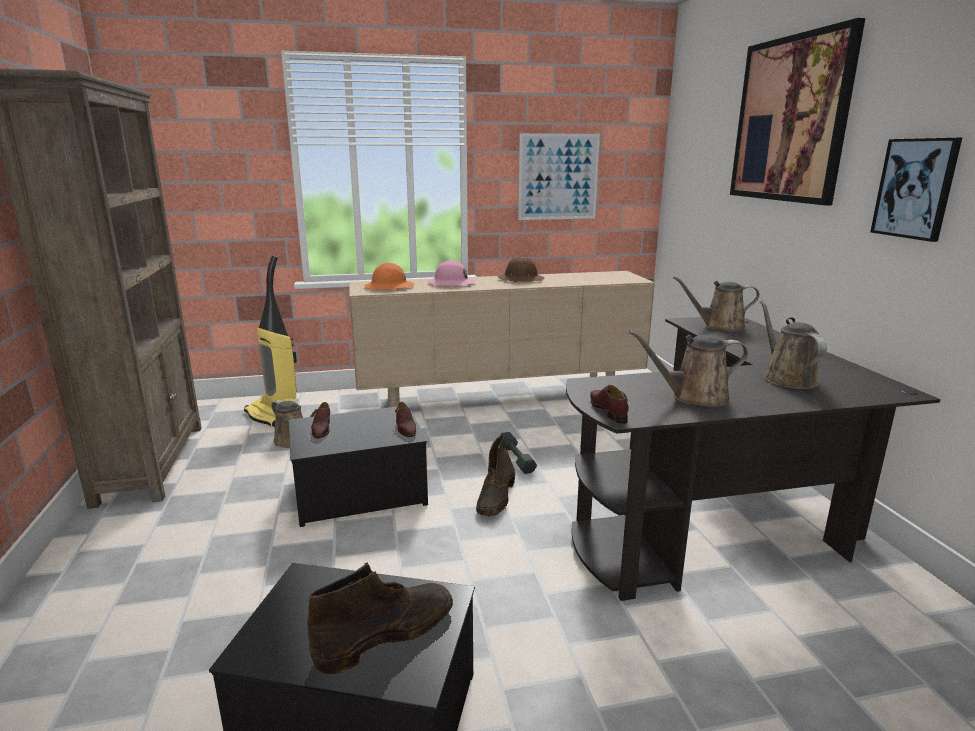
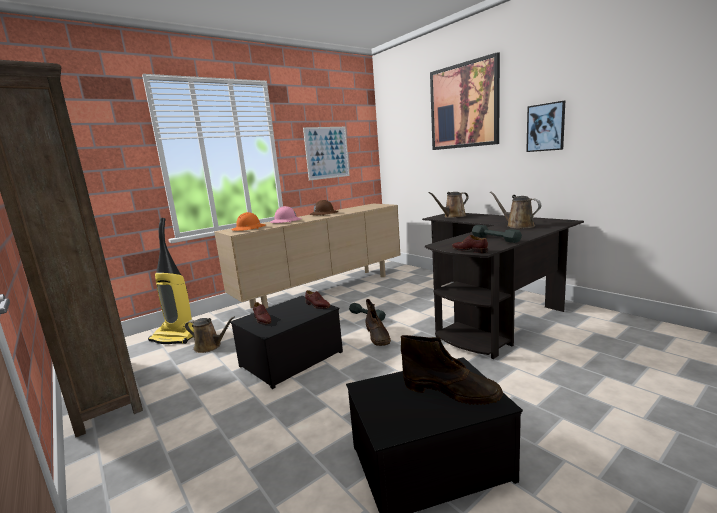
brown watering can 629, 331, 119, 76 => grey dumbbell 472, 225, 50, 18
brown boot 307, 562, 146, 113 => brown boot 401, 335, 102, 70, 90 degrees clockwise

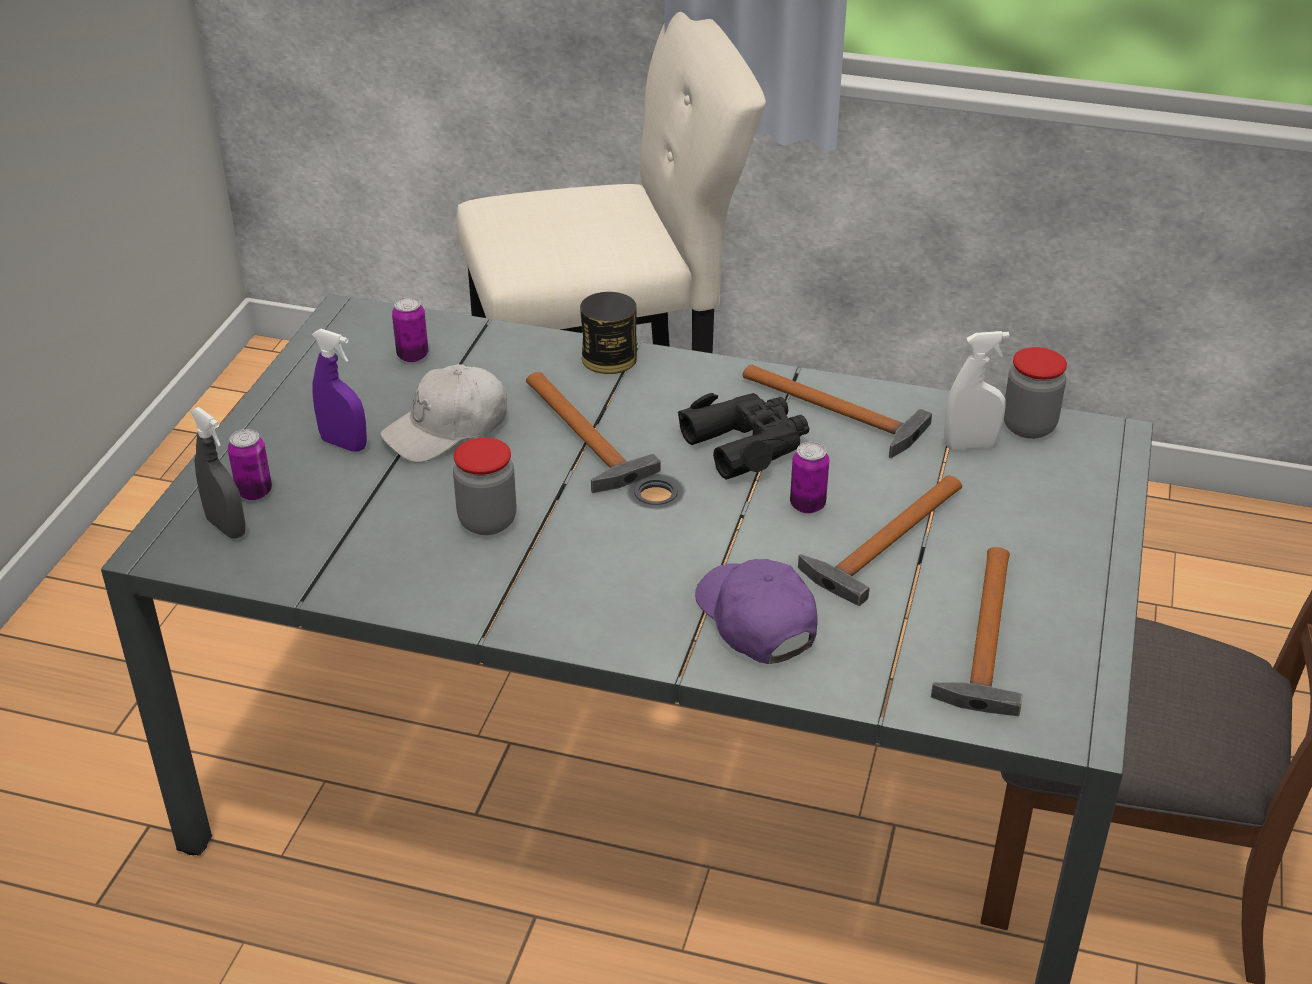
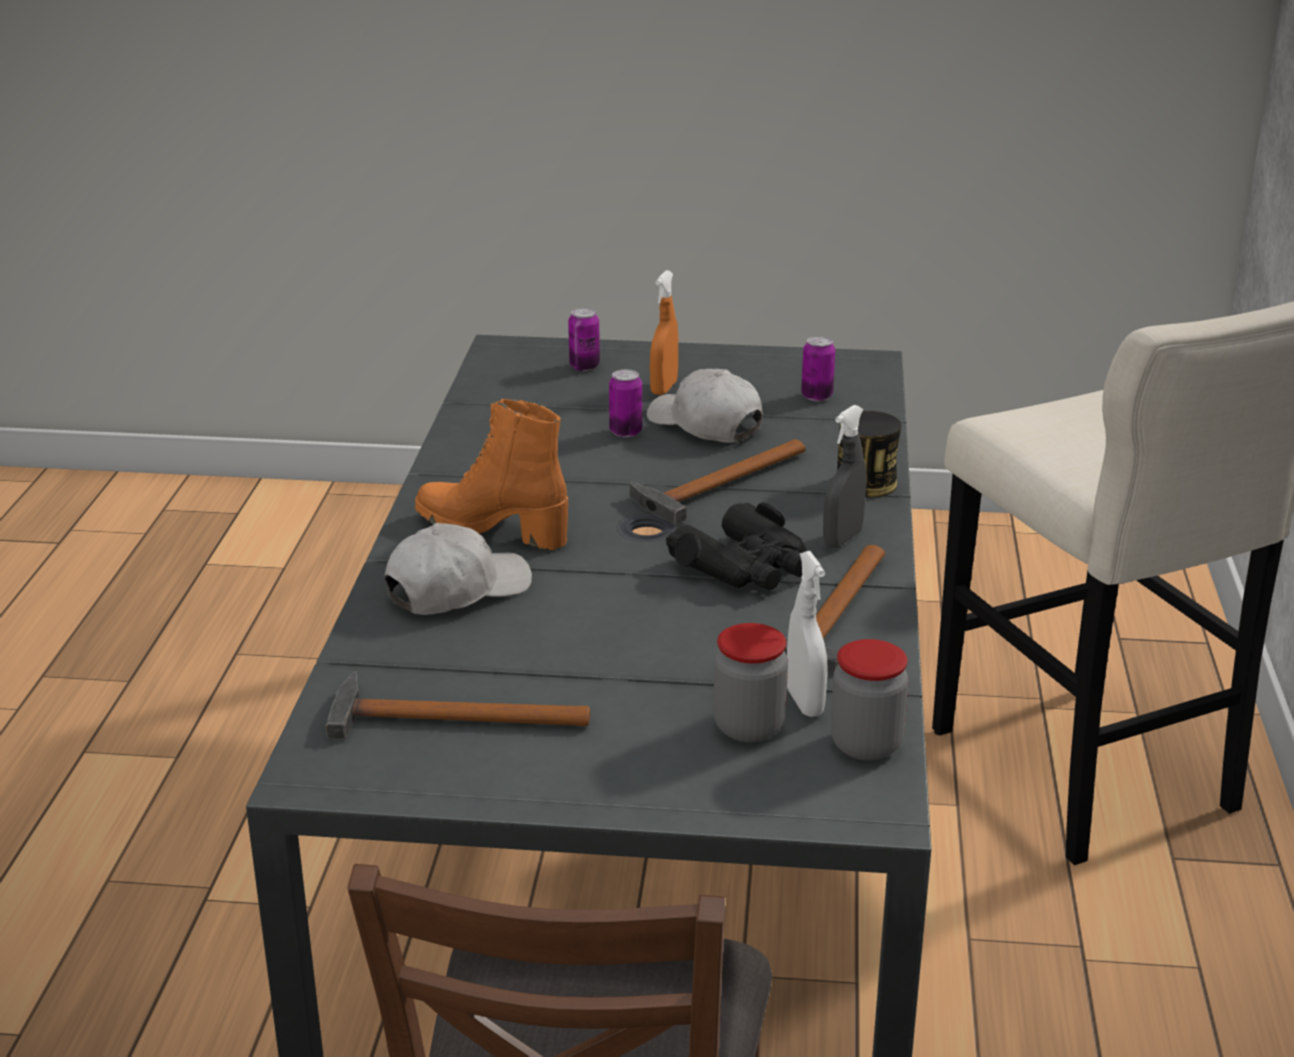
purple spray bottle 312, 329, 55, 123 => orange spray bottle 650, 270, 28, 125
grey spray bottle 190, 407, 55, 132 => grey spray bottle 823, 405, 43, 143, moved
jar 453, 438, 63, 97 => jar 713, 623, 75, 120, moved
can 790, 442, 39, 72 => can 609, 369, 33, 68, moved
hammer 798, 476, 164, 130 => nothing
purple cap 695, 559, 123, 105 => white cap 384, 523, 148, 92
nothing => orange boot 415, 399, 153, 151

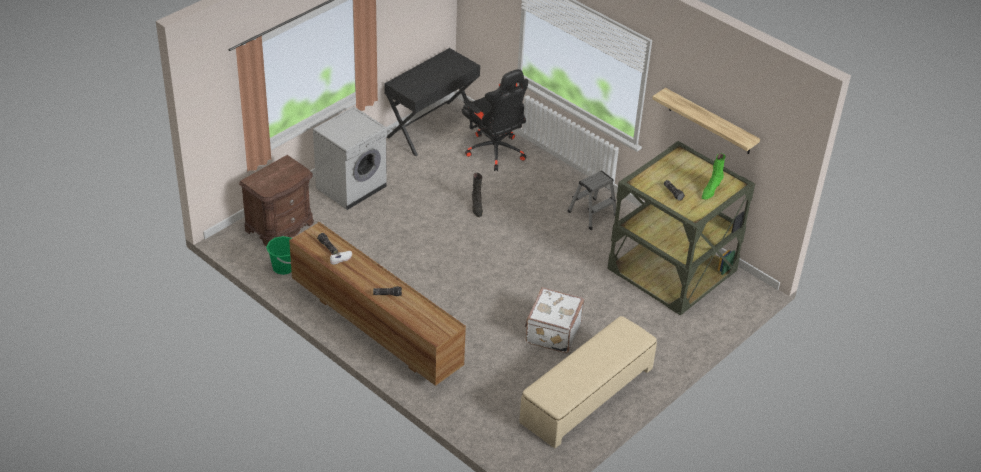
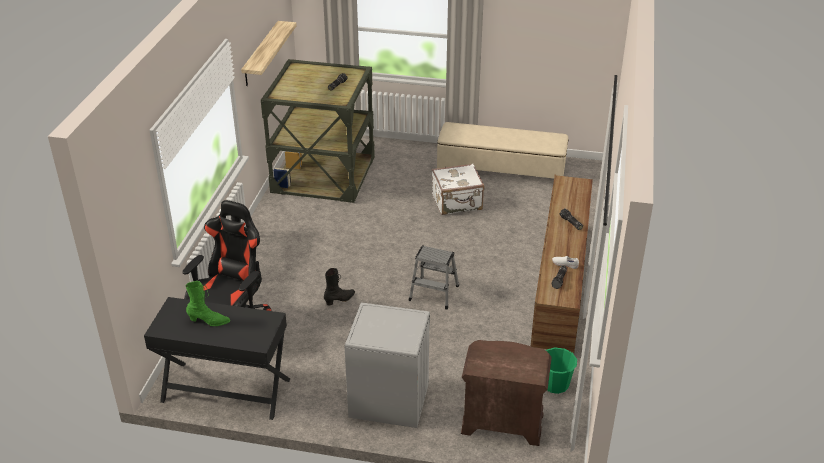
green boot 702, 153, 24, 46 => green boot 186, 281, 44, 45, moved
grey step ladder 568, 170, 49, 60 => grey step ladder 409, 245, 50, 65, moved

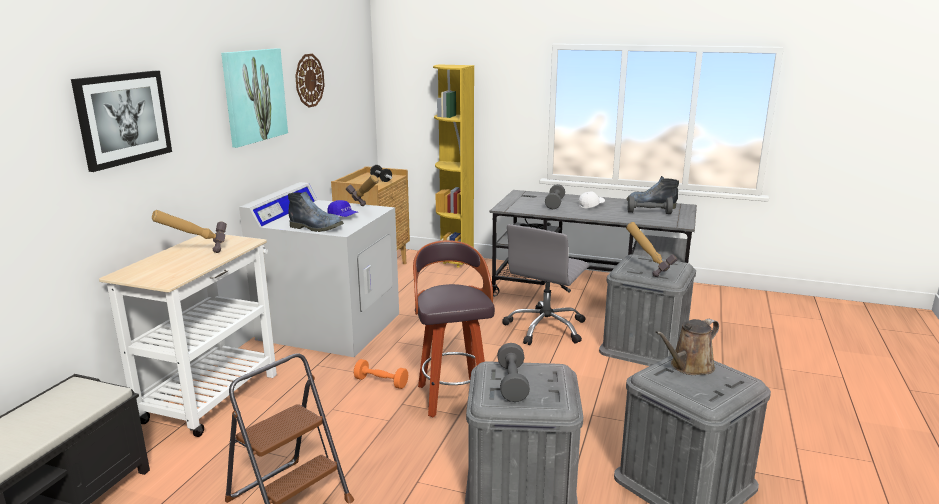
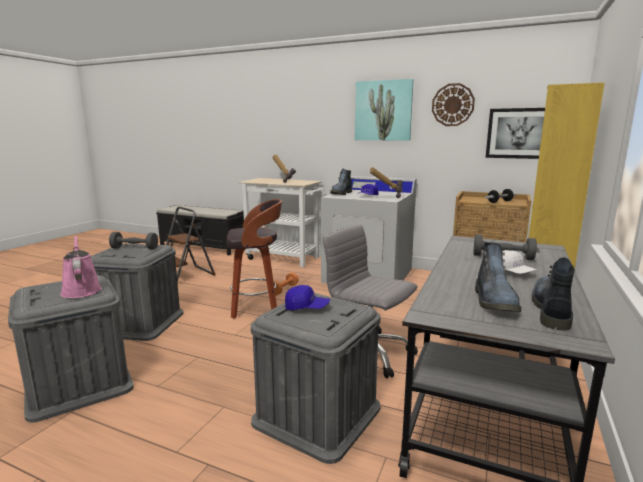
picture 71, 71, 101, 101 => picture 486, 108, 59, 51, moved
grey dumbbell 628, 196, 45, 18 => boot 475, 242, 46, 70
hammer 626, 222, 52, 55 => blue cap 285, 285, 45, 25
brown watering can 655, 319, 64, 56 => pink watering can 60, 236, 42, 62

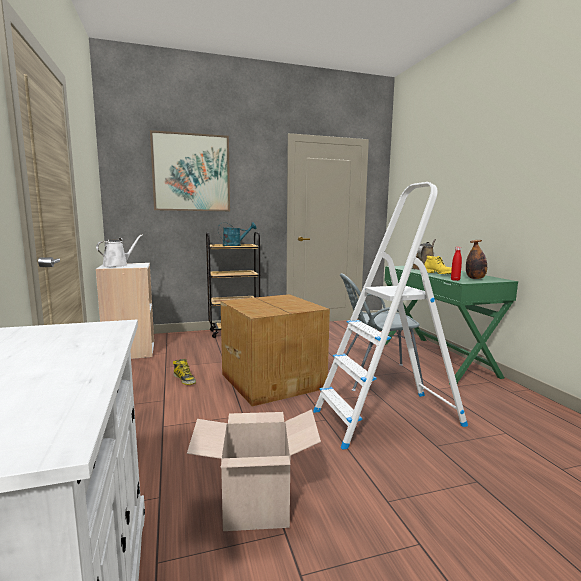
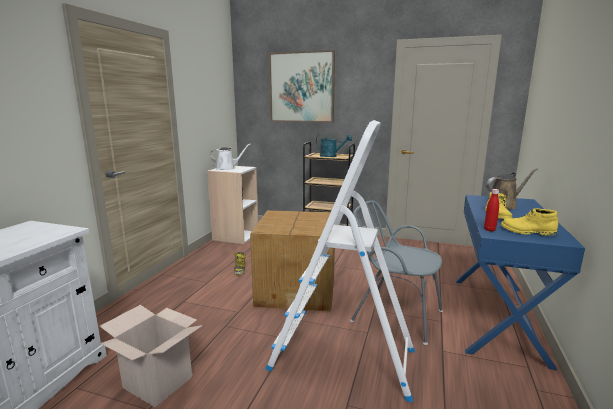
bottle 466, 240, 21, 39 => yellow boot 501, 208, 57, 28
green desk 384, 266, 134, 119 => blue desk 456, 195, 129, 176

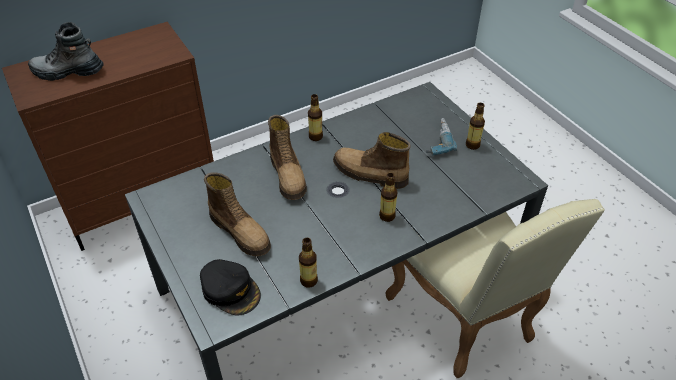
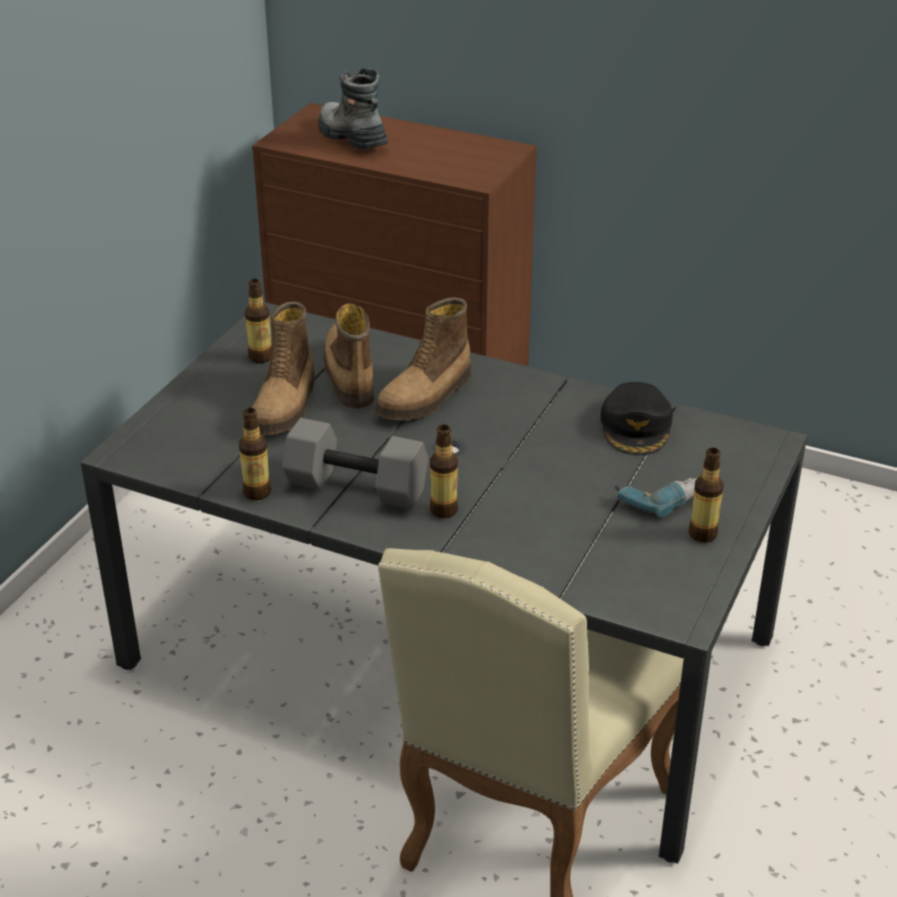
bottle 308, 94, 15, 47 => bottle 245, 279, 27, 84, moved
boot 333, 132, 78, 57 => boot 324, 303, 50, 106, moved
black cap 200, 259, 61, 56 => black cap 600, 382, 73, 73, moved
nothing => grey dumbbell 282, 418, 146, 91

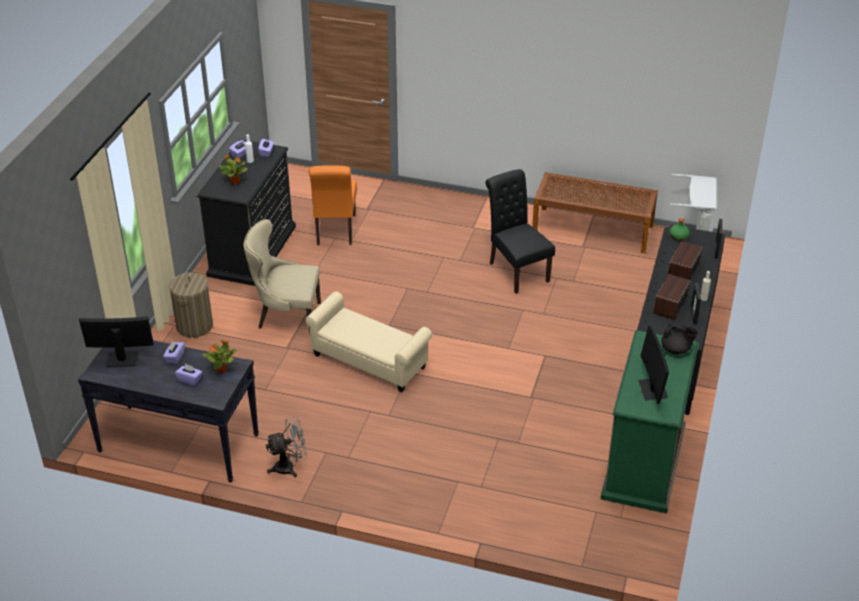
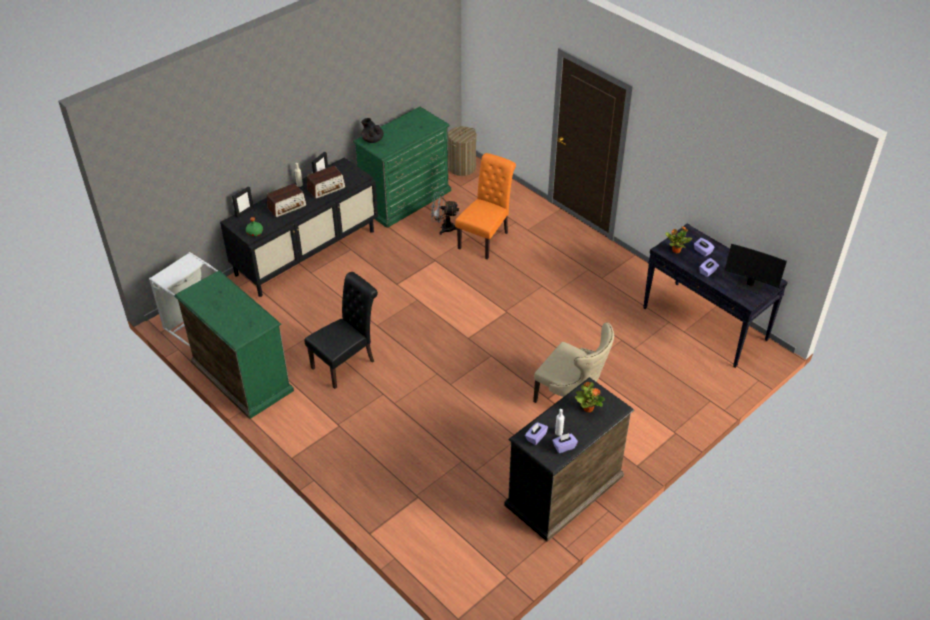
orange chair 309, 165, 48, 80 => orange chair 455, 153, 61, 107, moved
black chair 485, 169, 70, 125 => black chair 304, 272, 74, 117, 135 degrees counterclockwise
brown bench 532, 172, 126, 81 => green dresser 174, 271, 120, 148
laundry basket 169, 271, 44, 67 => laundry basket 448, 126, 28, 50, moved
beige ottoman 305, 291, 127, 102 => nothing
monitor 638, 325, 31, 79 => nothing
grey fan 266, 417, 41, 60 => grey fan 430, 192, 29, 43, moved

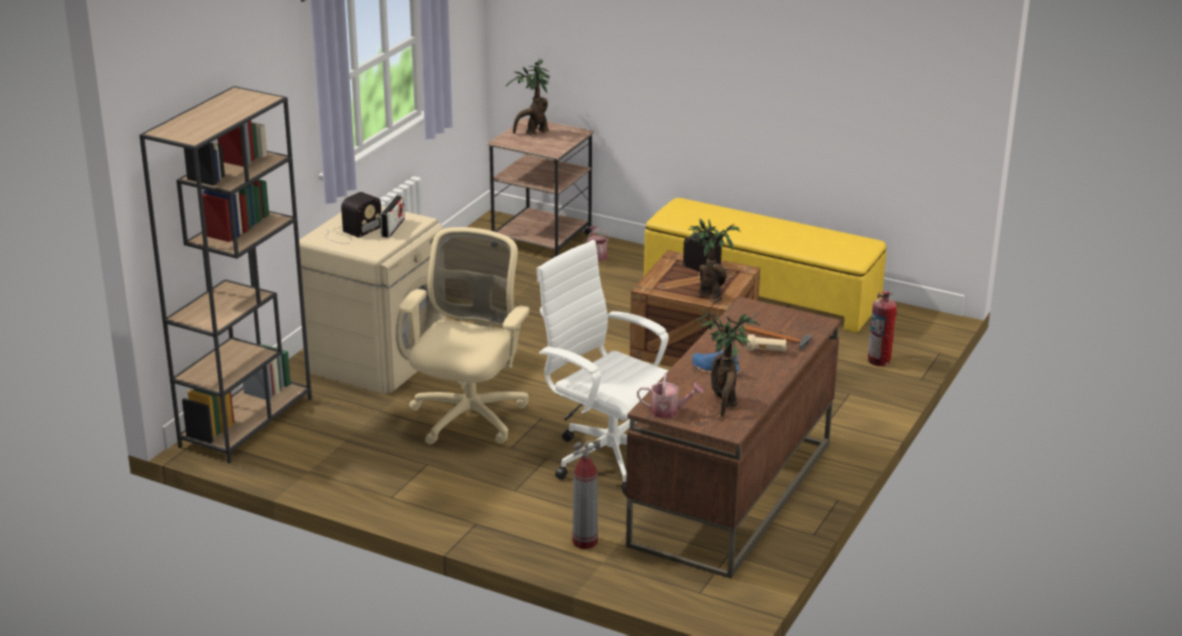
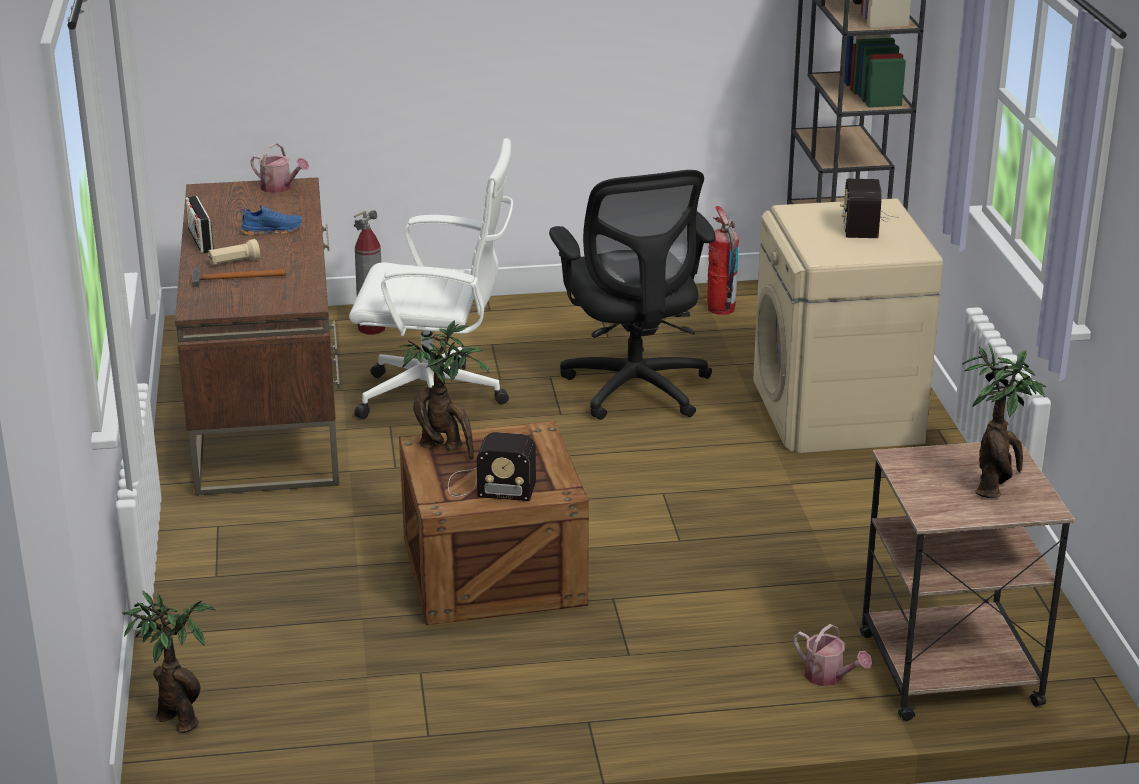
radio 380, 195, 25, 43 => radio 185, 196, 29, 57, moved
yellow bench 644, 198, 242, 135 => nothing
beige office chair 398, 227, 132, 218 => black office chair 549, 170, 167, 250
fire extinguisher 867, 290, 30, 76 => fire extinguisher 707, 206, 32, 109, moved
potted plant 695, 310, 65, 107 => potted plant 122, 591, 94, 142, moved
watering can 637, 373, 66, 46 => watering can 250, 143, 59, 50, 120 degrees counterclockwise

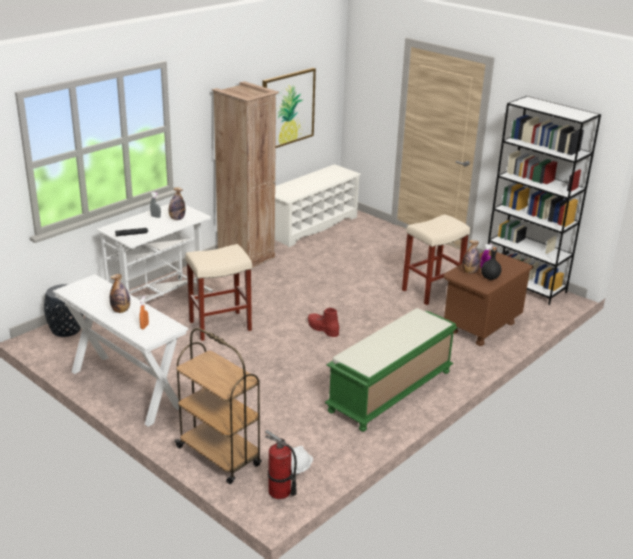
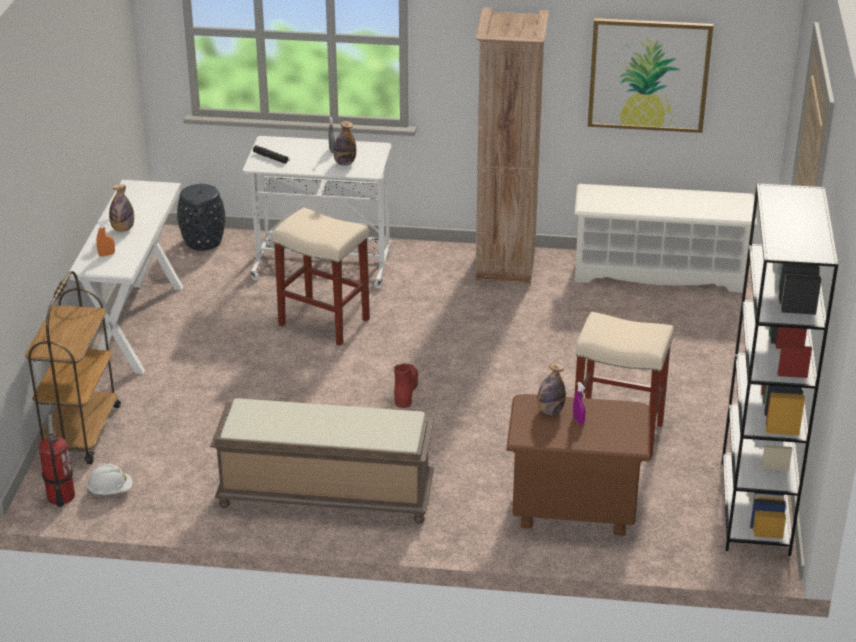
black bottle 481, 247, 21, 33 => nothing
green bench 325, 308, 133, 124 => brown bench 210, 398, 224, 126

